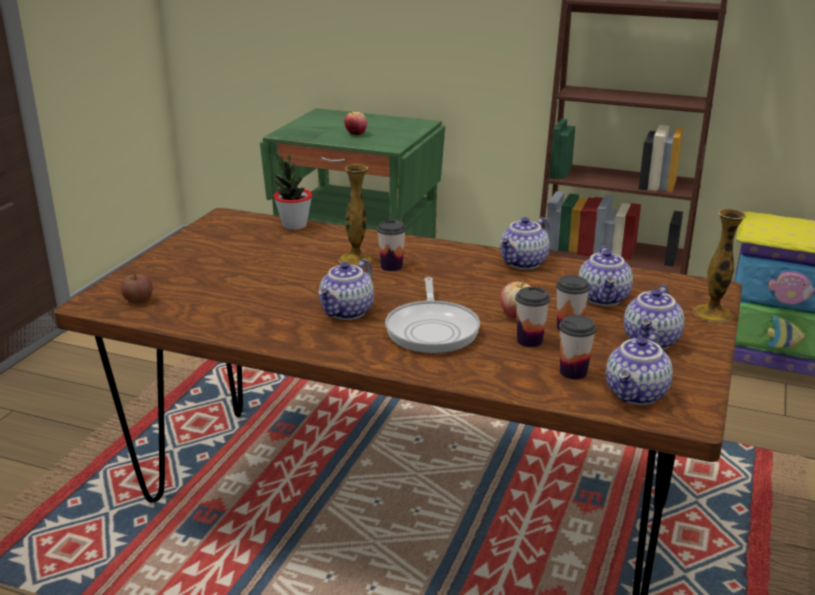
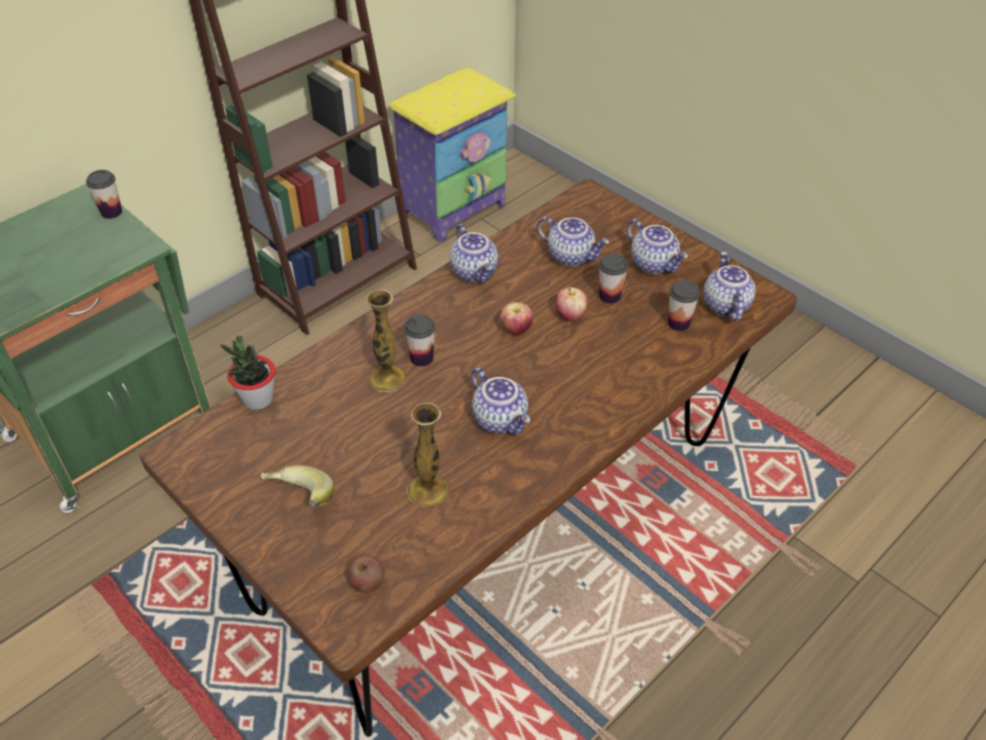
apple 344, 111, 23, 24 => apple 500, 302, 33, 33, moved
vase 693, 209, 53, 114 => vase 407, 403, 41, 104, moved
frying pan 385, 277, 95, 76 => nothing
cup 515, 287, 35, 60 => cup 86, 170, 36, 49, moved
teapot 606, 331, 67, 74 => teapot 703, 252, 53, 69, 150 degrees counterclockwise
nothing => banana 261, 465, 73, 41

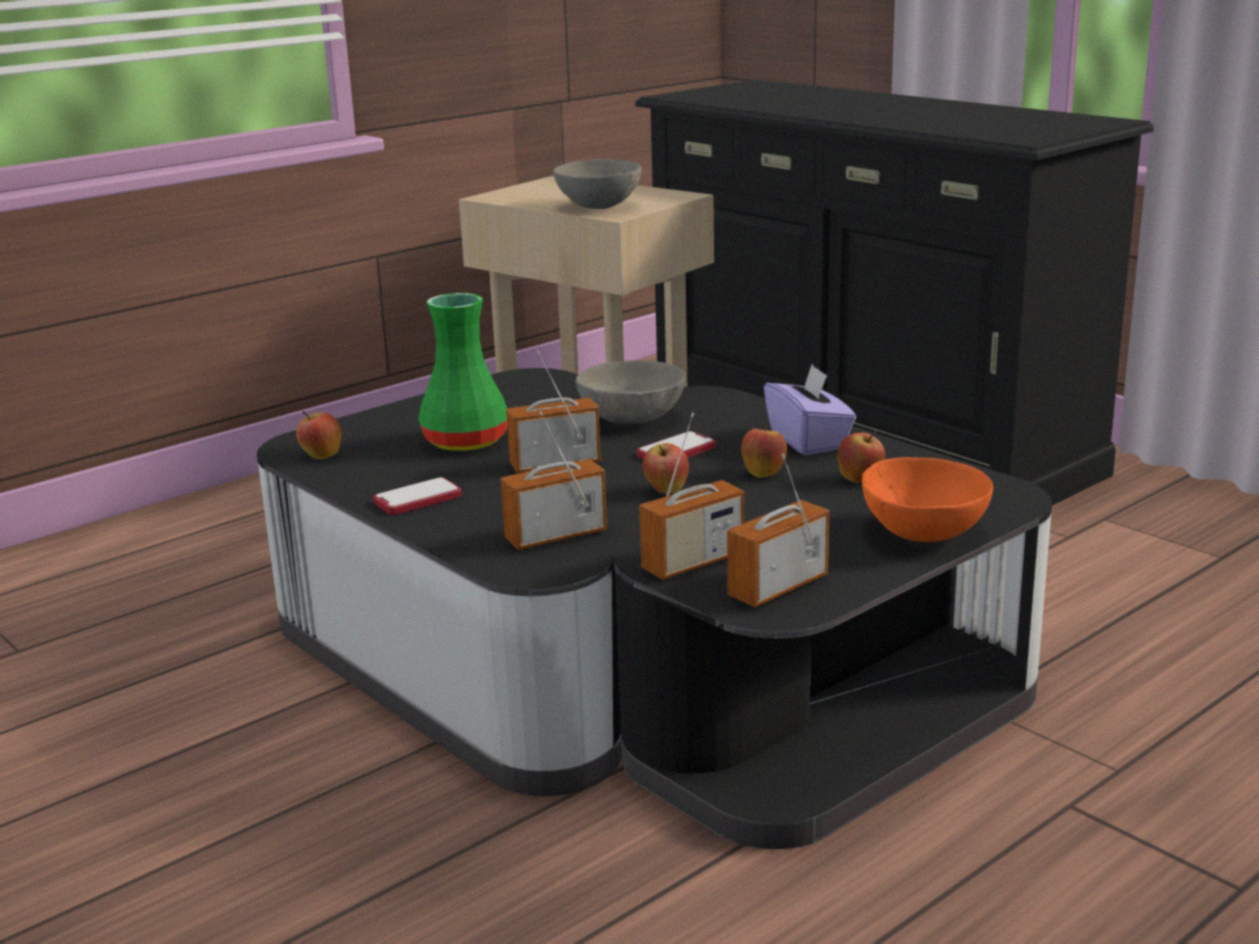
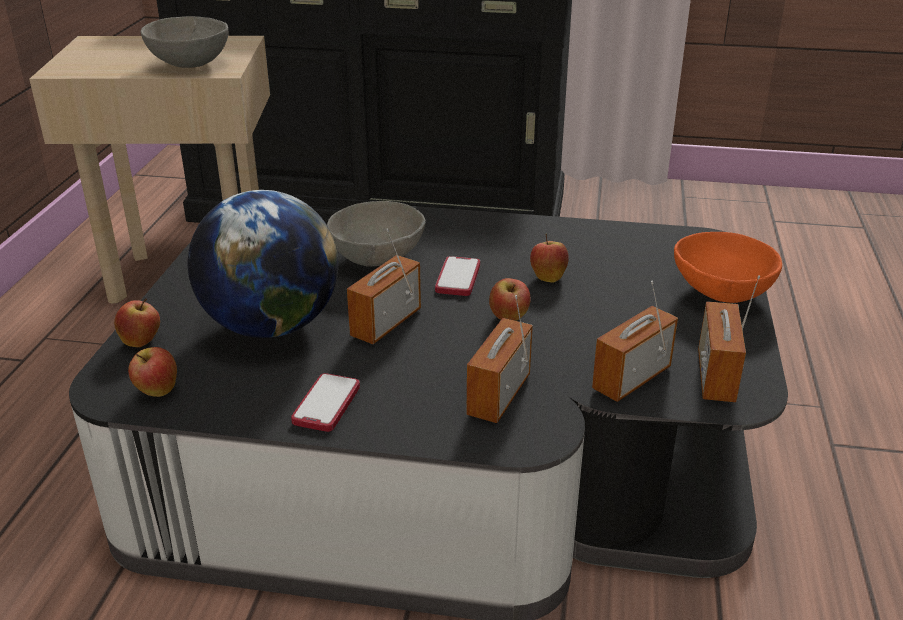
green vase 418, 293, 89, 158 => globe 188, 190, 150, 148
purple tissue box 764, 364, 92, 91 => nothing
radio 639, 413, 105, 167 => radio 592, 281, 86, 121, 150 degrees counterclockwise
apple 837, 431, 48, 52 => apple 114, 298, 46, 49, moved

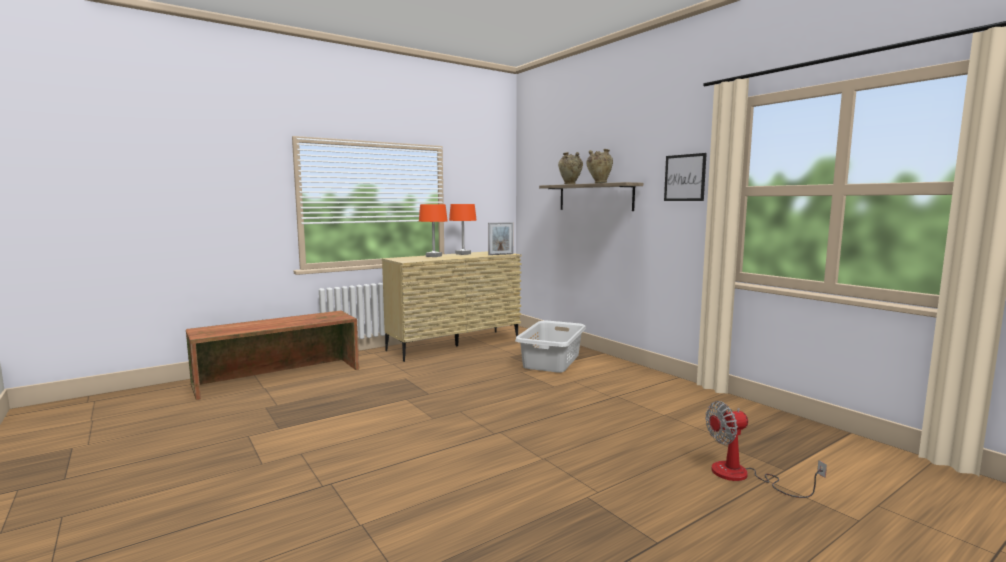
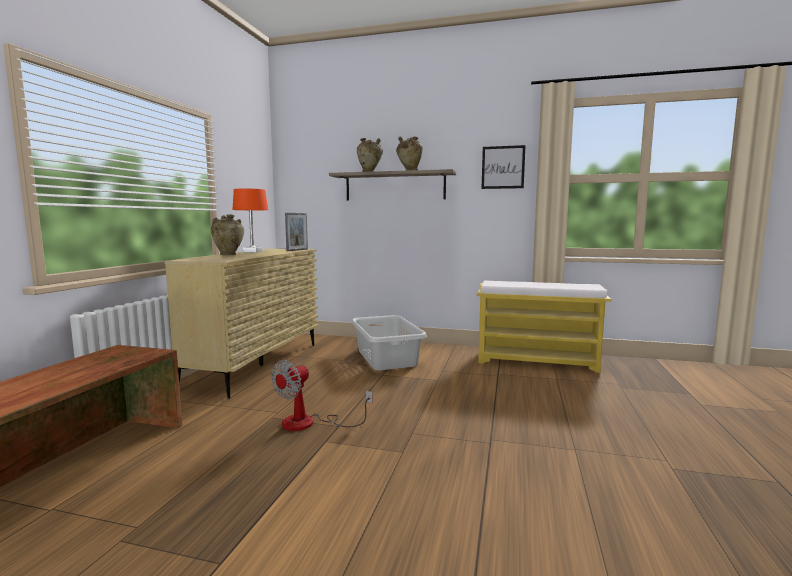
orange table lamp 419, 204, 29, 53 => beige vase 211, 214, 33, 41
fan 705, 401, 122, 97 => fan 271, 360, 102, 71, moved
nothing => yellow bench 477, 281, 135, 92

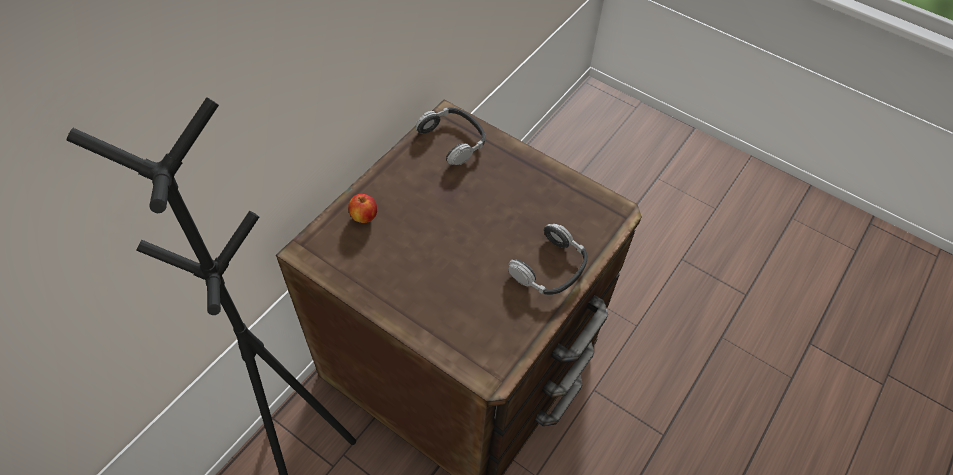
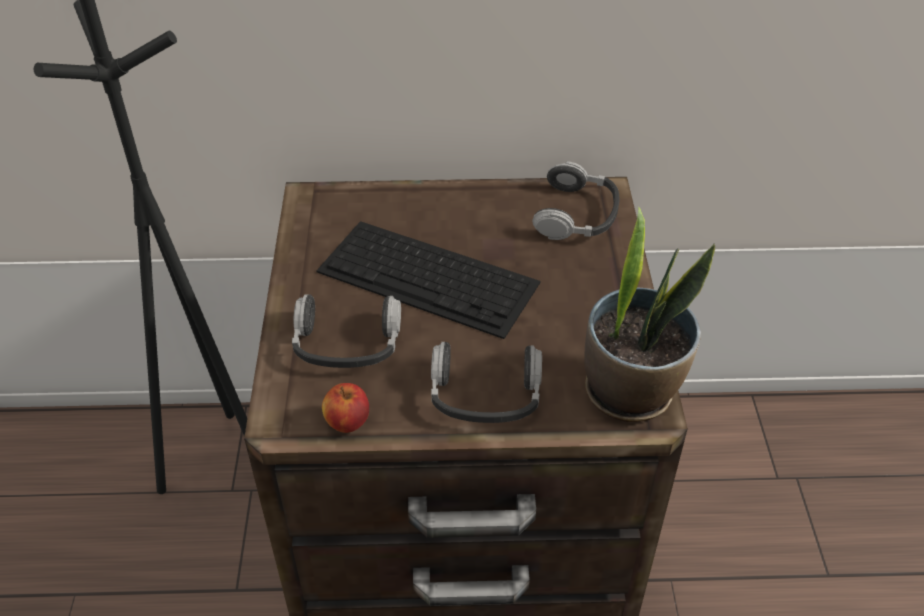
apple 348, 194, 29, 29 => apple 322, 383, 47, 50, moved
nothing => potted plant 584, 208, 131, 214
nothing => keyboard 316, 221, 225, 118
nothing => headphones 292, 294, 109, 74

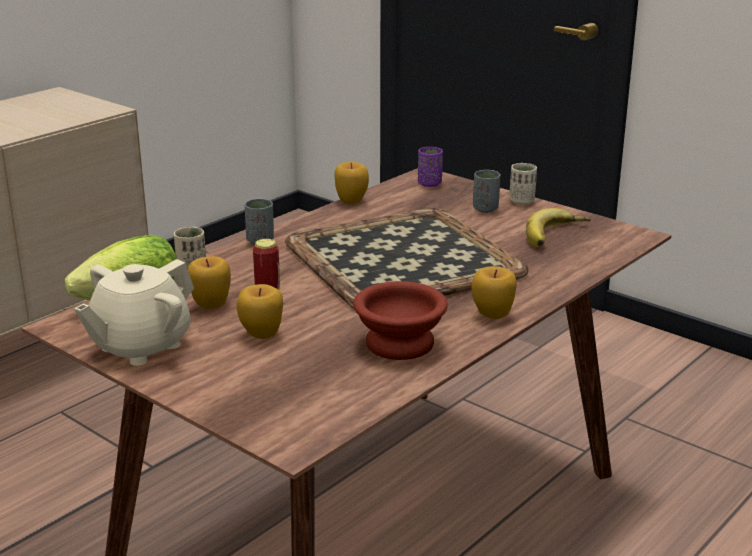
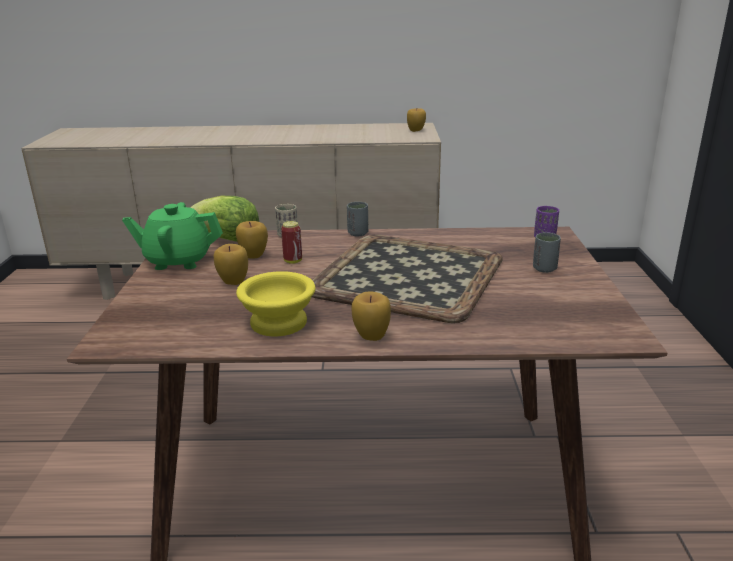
apple 335, 162, 34, 43 => apple 407, 108, 19, 24, moved
beige cup 509, 163, 28, 42 => nothing
banana 526, 208, 65, 39 => nothing
beige teapot 74, 259, 120, 107 => green teapot 122, 202, 101, 68
brown bowl 353, 281, 95, 79 => yellow bowl 236, 271, 79, 65

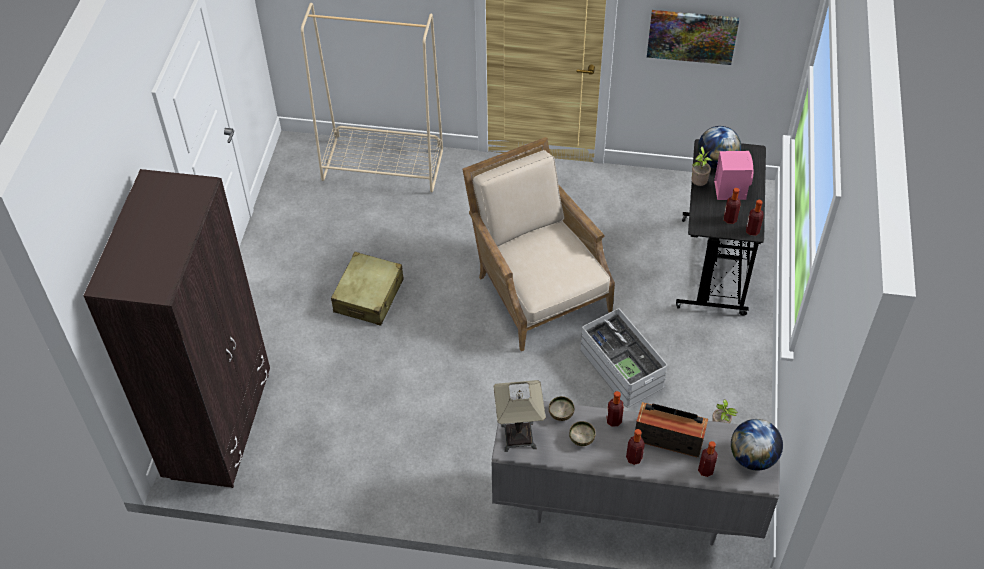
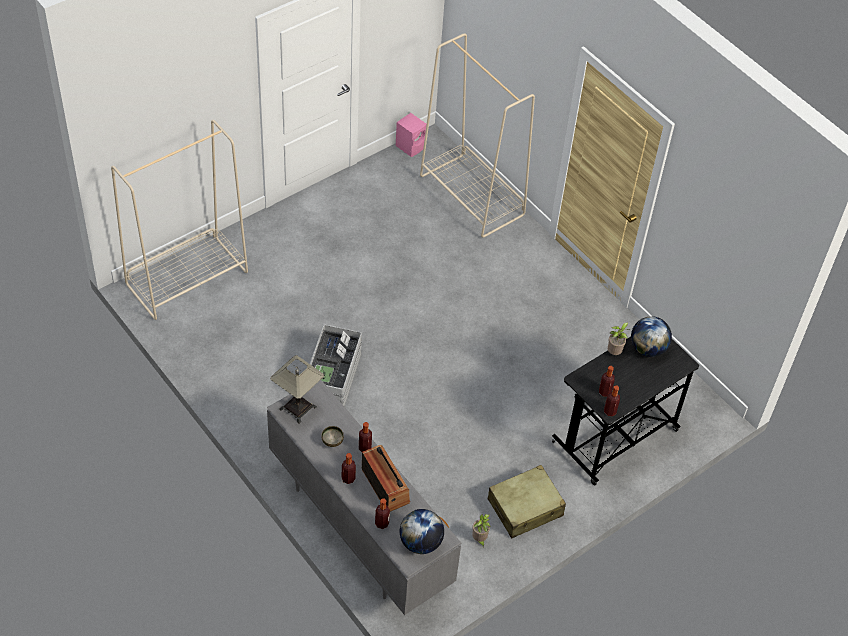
picture 647, 10, 92, 55 => nothing
beige armchair 462, 137, 153, 214 => nothing
pink speaker 714, 151, 39, 49 => pink speaker 396, 113, 31, 44, moved
brown wardrobe 83, 169, 187, 319 => beige clothes rack 111, 120, 137, 200
beige suitcase 331, 252, 73, 74 => beige suitcase 488, 465, 78, 73, moved
grey storage box 580, 308, 87, 99 => grey storage box 309, 324, 53, 83, moved
bowl 549, 396, 25, 25 => nothing

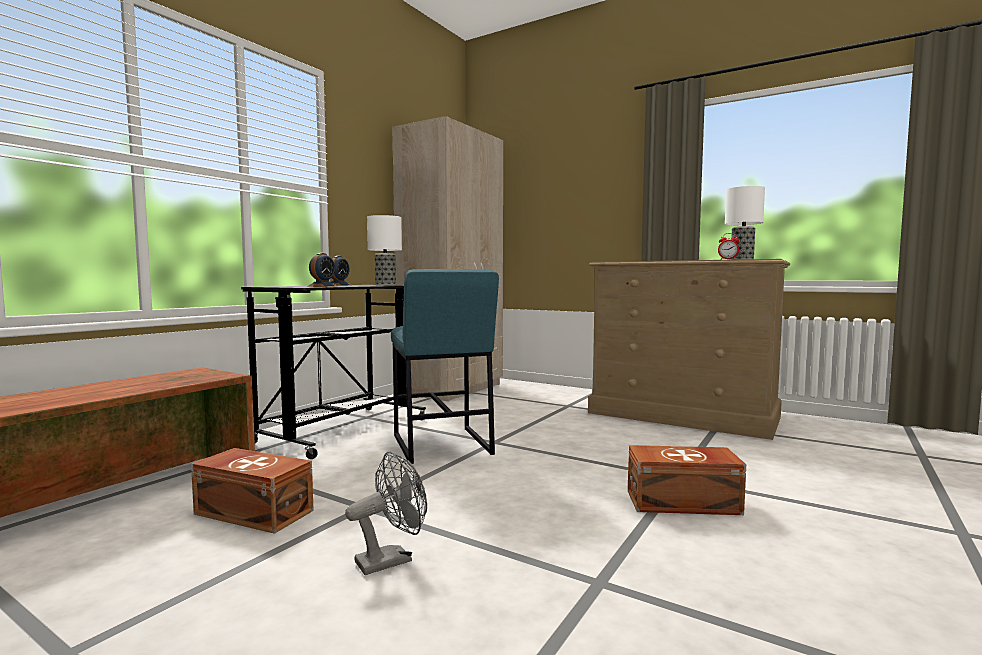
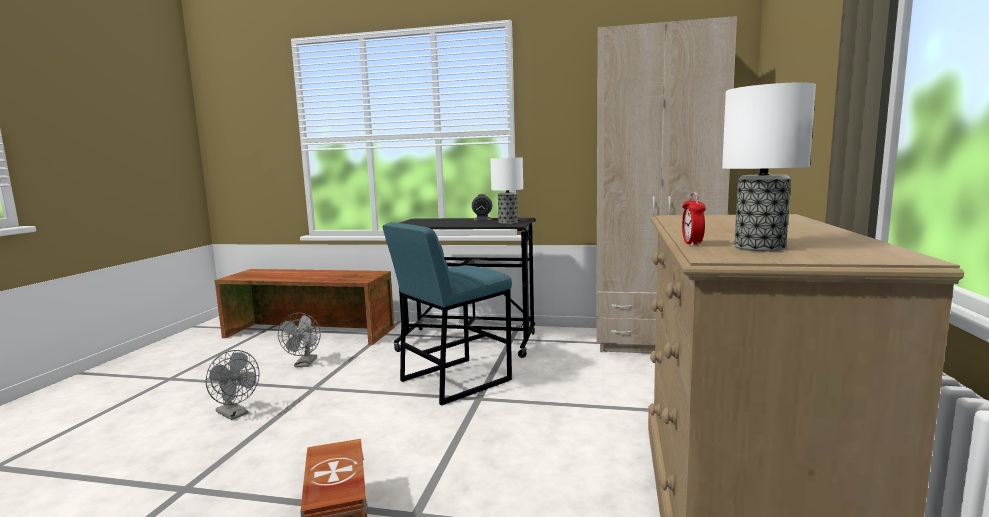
alarm clock 307, 253, 30, 34 => nothing
brown storage box 191, 448, 123, 86 => grey fan 278, 313, 43, 54

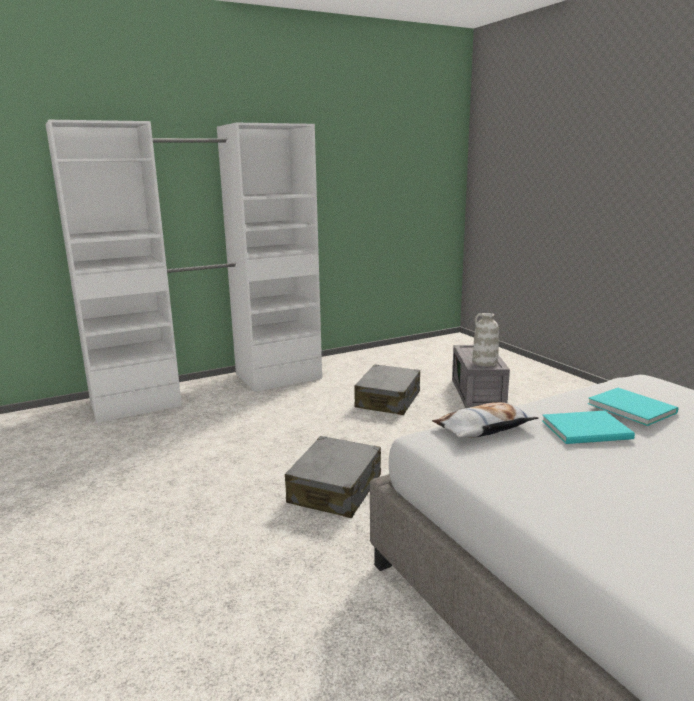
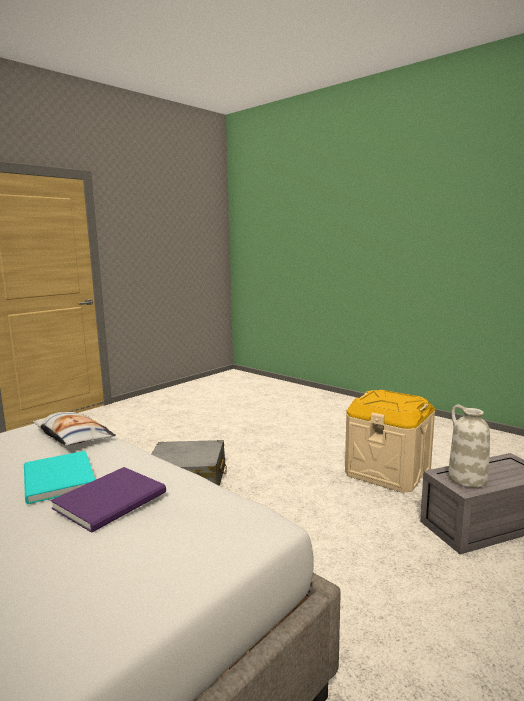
white wardrobe 46, 120, 276, 303 => nothing
grey suitcase 354, 364, 66, 51 => beige storage box 345, 390, 90, 103
turquoise book 588, 388, 90, 38 => purple book 51, 467, 115, 66

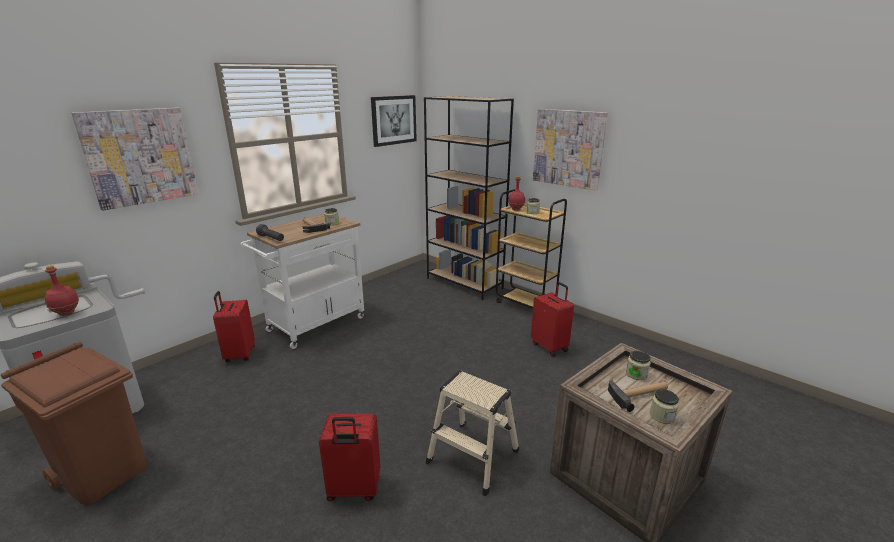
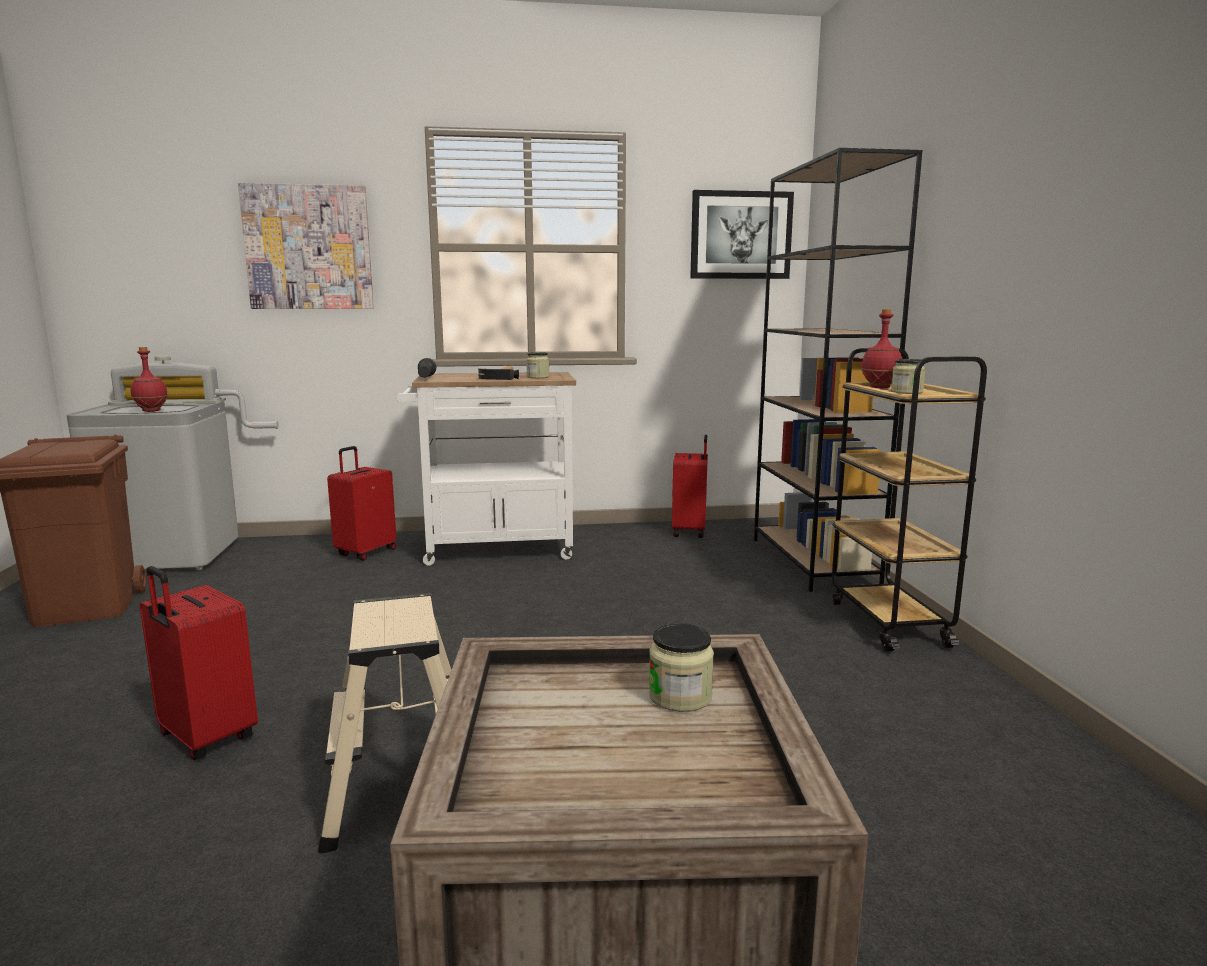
picture 533, 109, 75, 82 => nothing
red suitcase 531, 282, 43, 75 => red suitcase 672, 435, 36, 103, moved
hammer 608, 378, 60, 34 => nothing
jar 650, 389, 29, 35 => nothing

